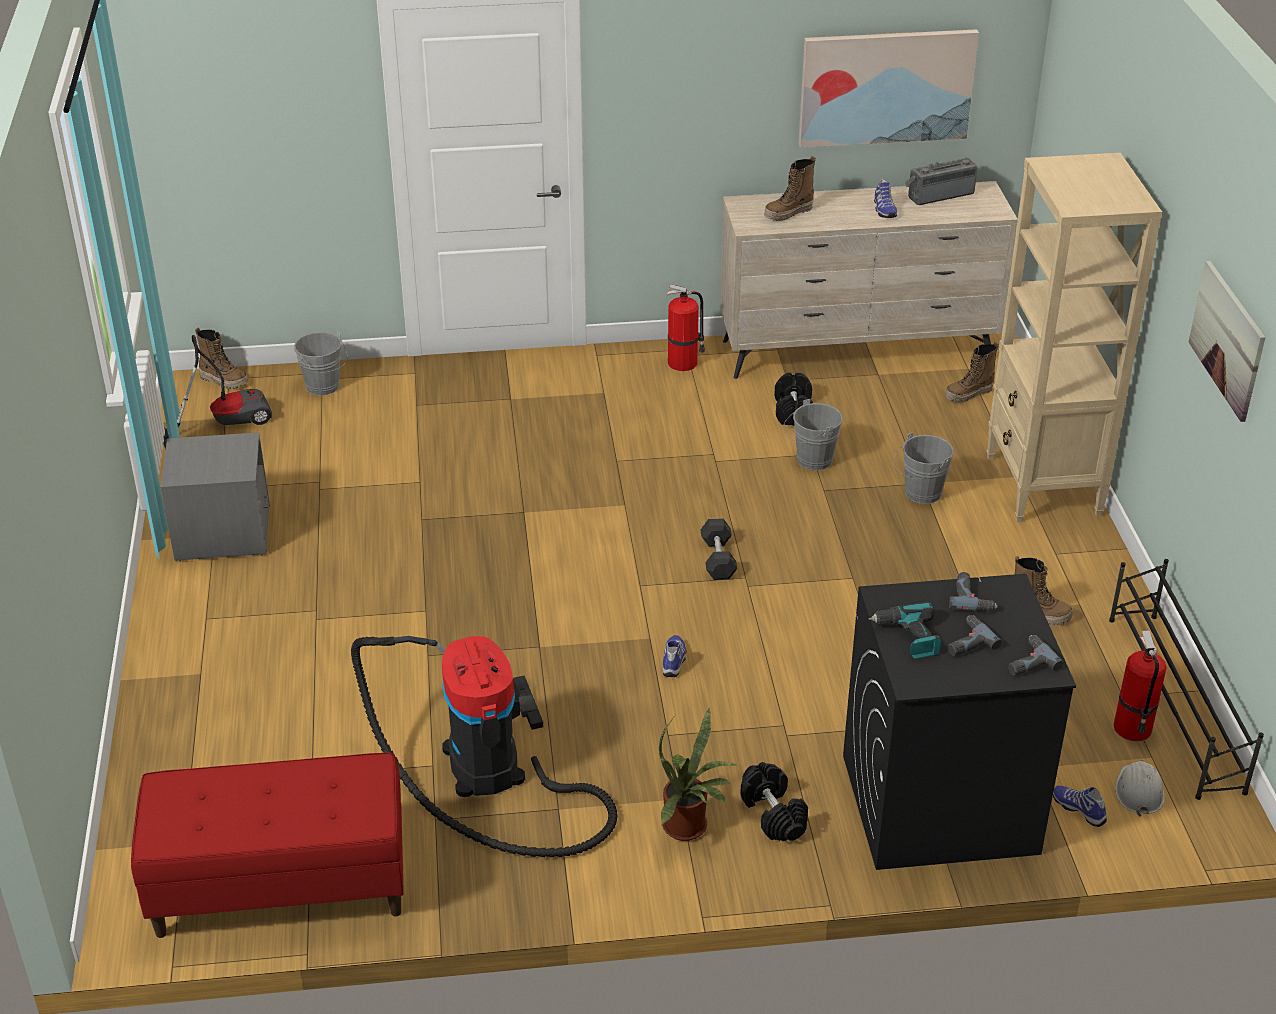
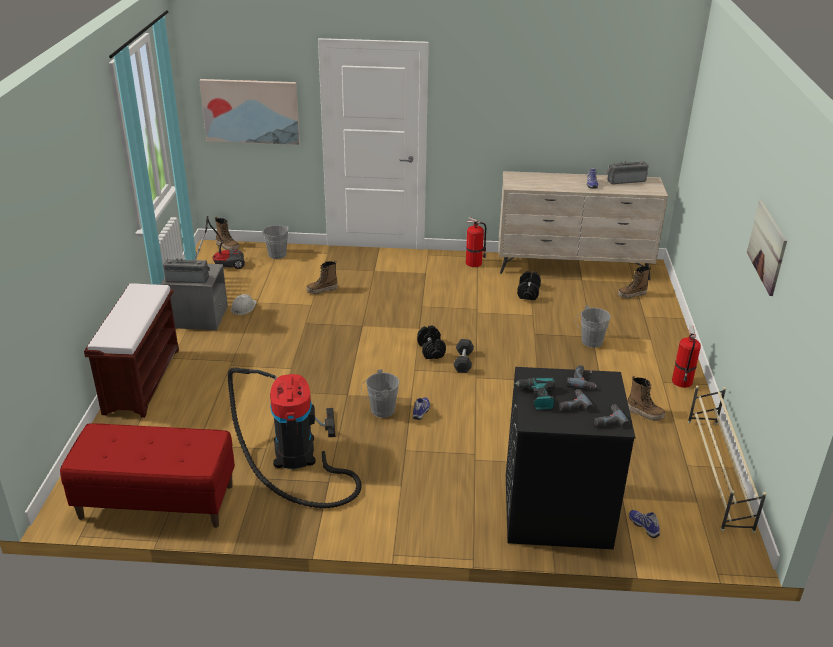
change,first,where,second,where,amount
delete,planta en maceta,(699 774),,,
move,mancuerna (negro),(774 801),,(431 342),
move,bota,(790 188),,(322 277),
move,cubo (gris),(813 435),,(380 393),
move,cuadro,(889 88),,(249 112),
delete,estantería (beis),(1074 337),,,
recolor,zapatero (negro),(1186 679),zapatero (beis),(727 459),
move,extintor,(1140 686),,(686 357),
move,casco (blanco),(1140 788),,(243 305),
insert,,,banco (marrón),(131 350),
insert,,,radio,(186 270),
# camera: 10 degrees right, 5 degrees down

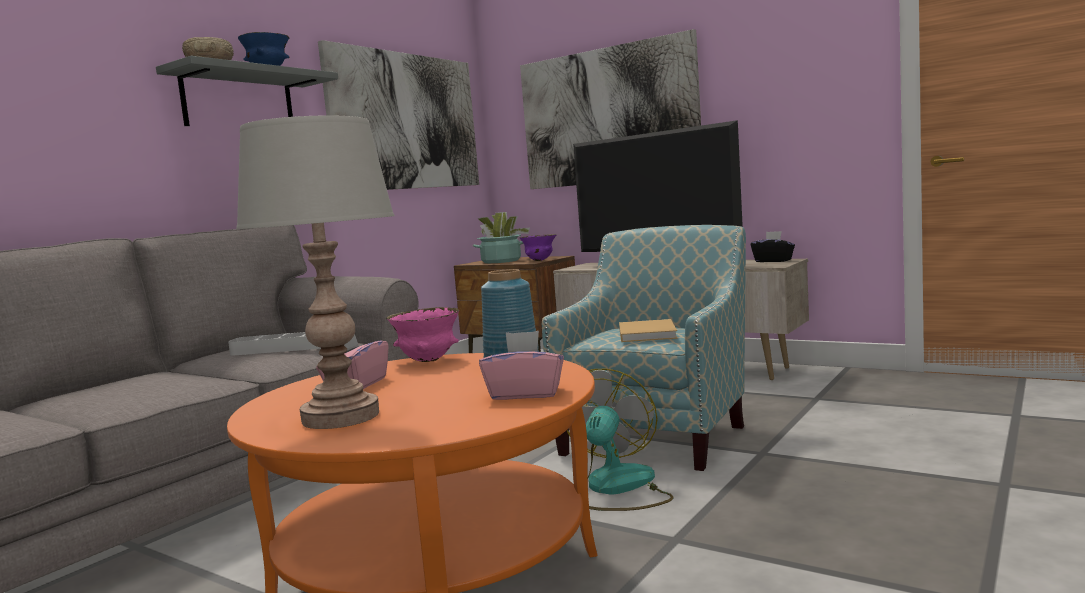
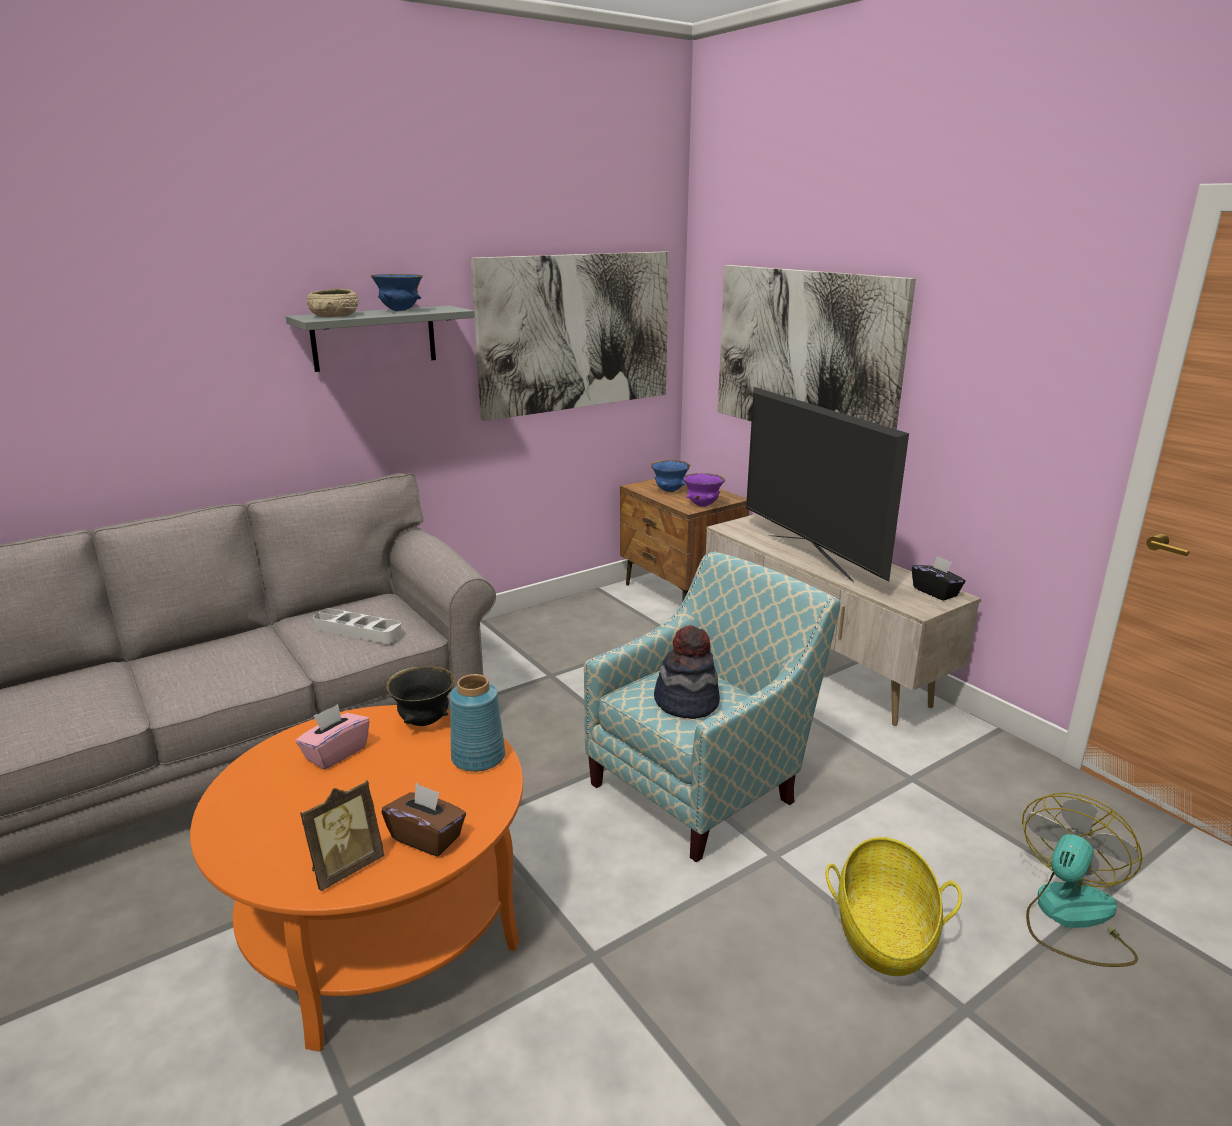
change,first,where,second,where,amount
delete,lámpara de mesa (gris),(315 272),,,
recolor,cuenco (rosa),(422 334),cuenco (negro),(420 696),
replace,planta en maceta,(501 237),cuenco (azul),(670 476),
recolor,caja de pañuelos (rosa),(521 365),caja de pañuelos (marrón),(424 819),
move,ventilador,(620 439),,(1082 880),
replace,libro (beis),(648 330),sombrero,(687 672),
insert,,,portarretratos,(342 835),
insert,,,cesta,(894 906),
# camera: 20 degrees right, 15 degrees up

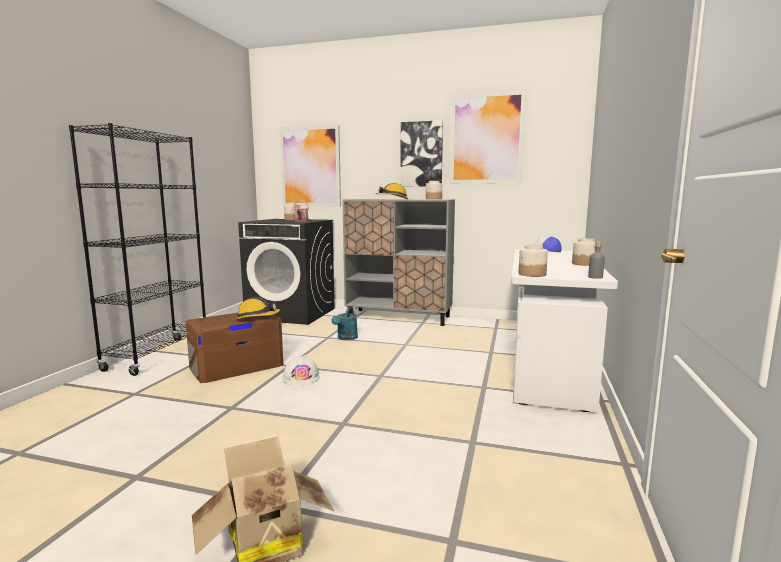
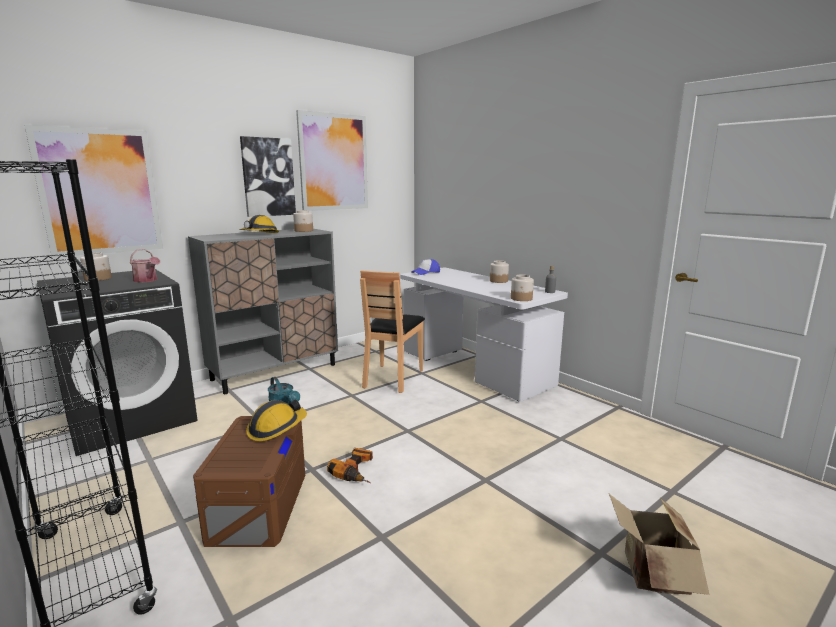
change,first,where,second,where,amount
replace,casco (blanco),(301 370),taladro,(350 465),
insert,,,silla (marrón),(392 331),
# camera: 55 degrees left, 5 degrees up

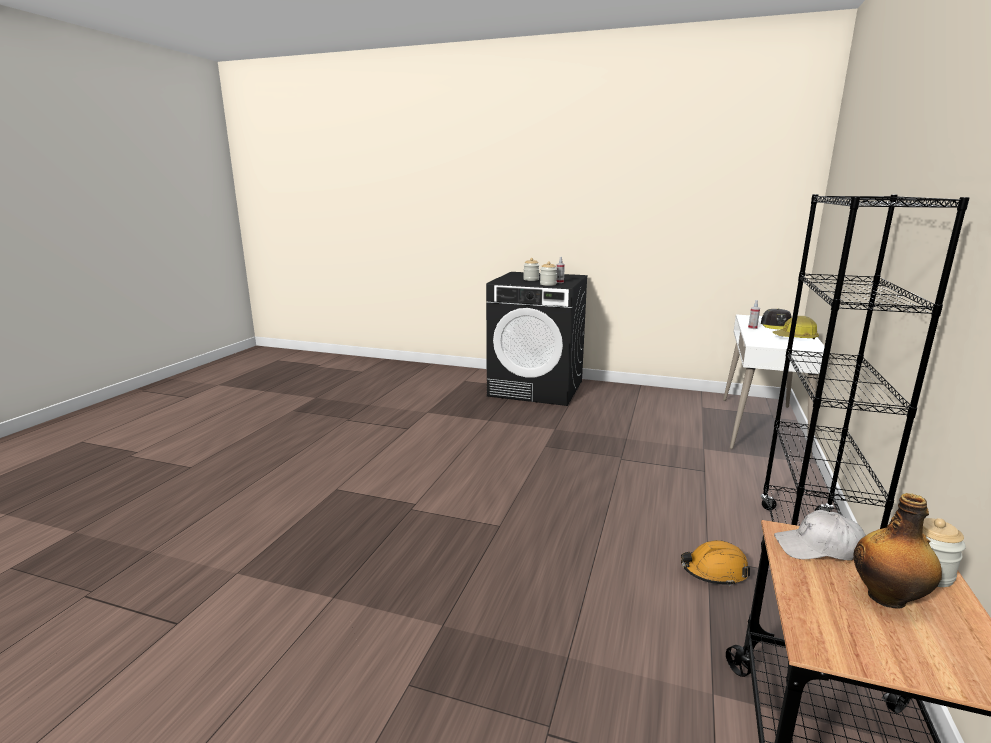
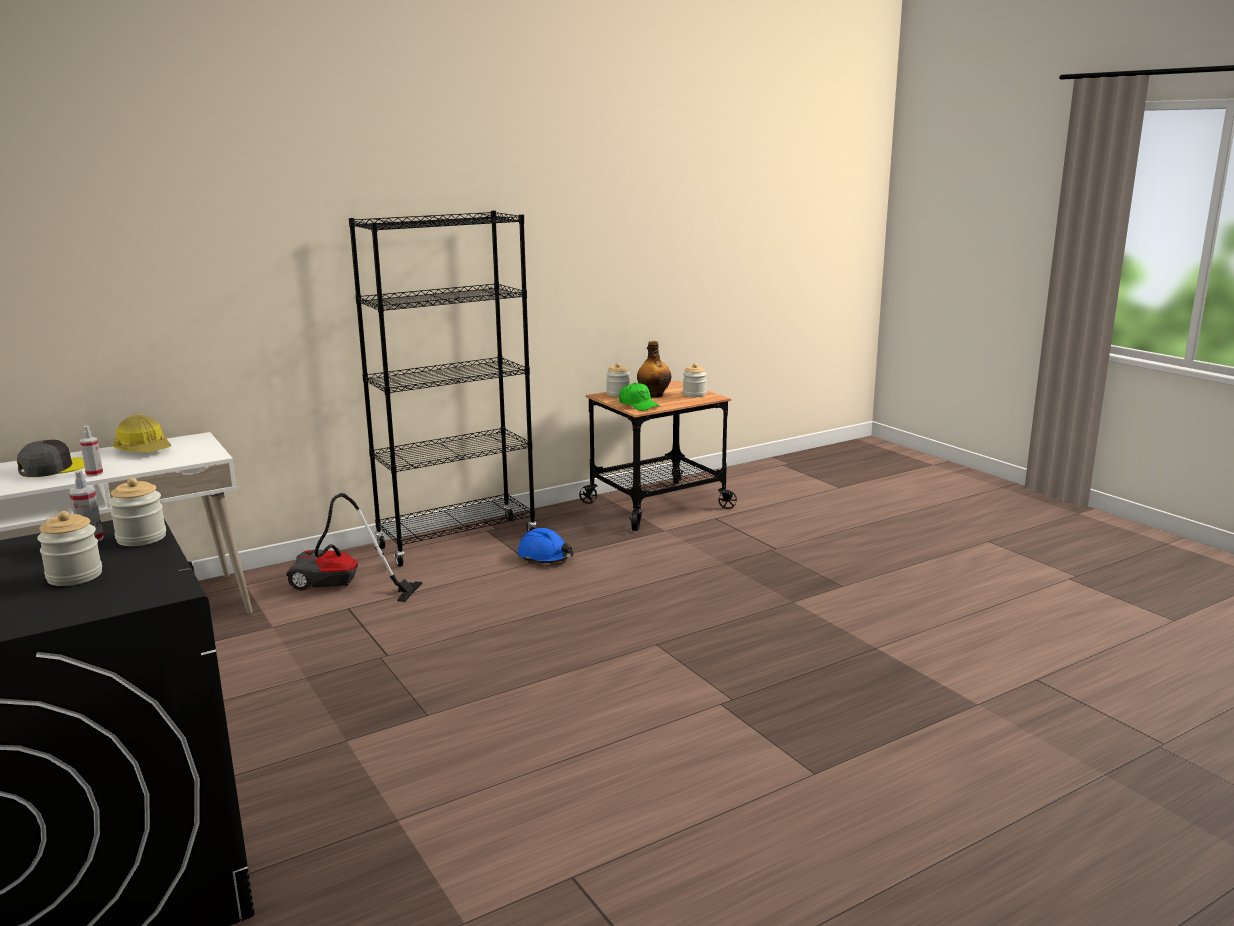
change,first,where,second,where,amount
recolor,casco (naranja),(715 563),casco (azul),(545 545),
recolor,gorra (blanco),(820 535),gorra (verde),(639 397),
insert,,,aspiradora,(354 547),
insert,,,tarro,(695 380),
# camera: 140 degrees left, 0 degrees up

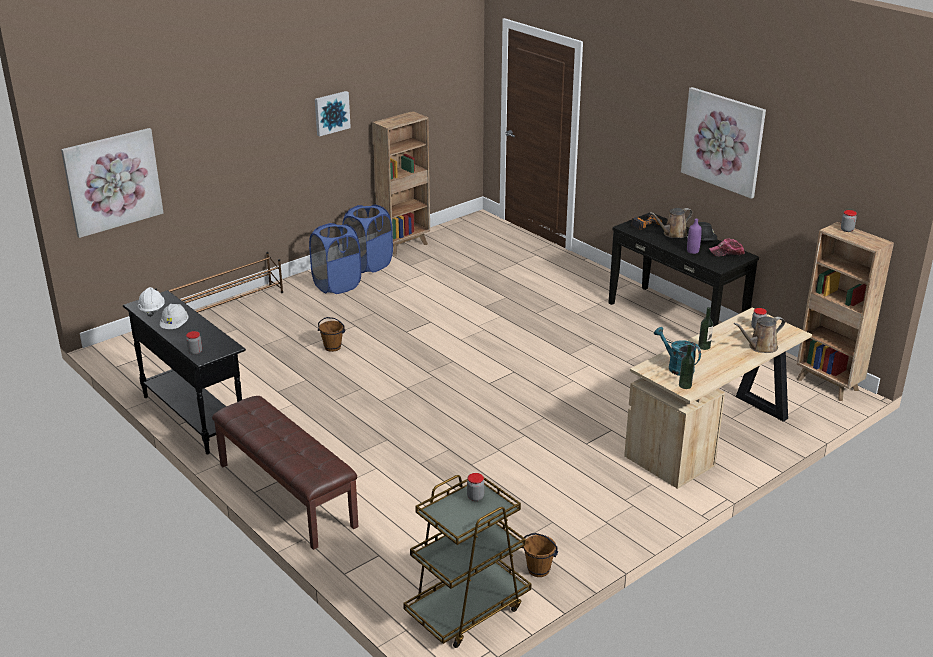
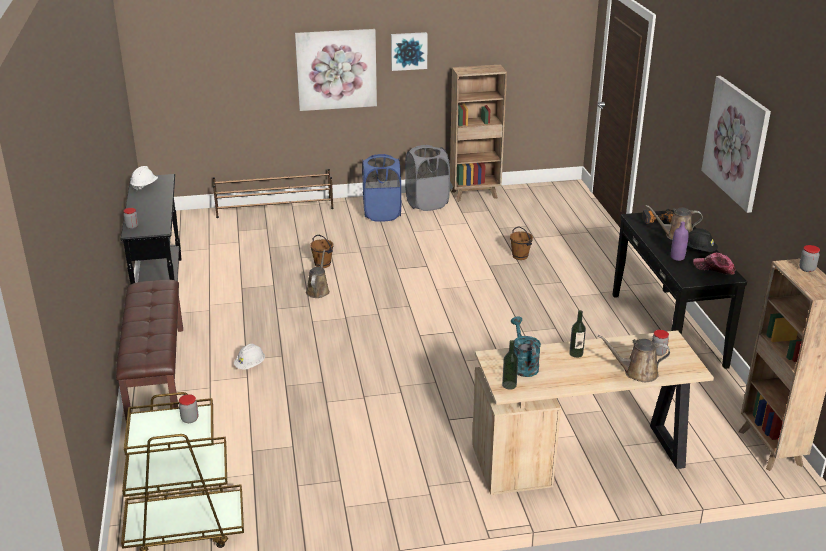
change,first,where,second,where,amount
move,cuadro,(112 183),,(336 70),
move,casco (blanco),(174 316),,(249 357),
recolor,cesto de la ropa (azul),(367 239),cesto de la ropa (gris),(427 178),
move,cubo (marrón),(540 555),,(521 243),
insert,,,regadera (marrón),(318 274),
# camera: 30 degrees right, 0 degrees up

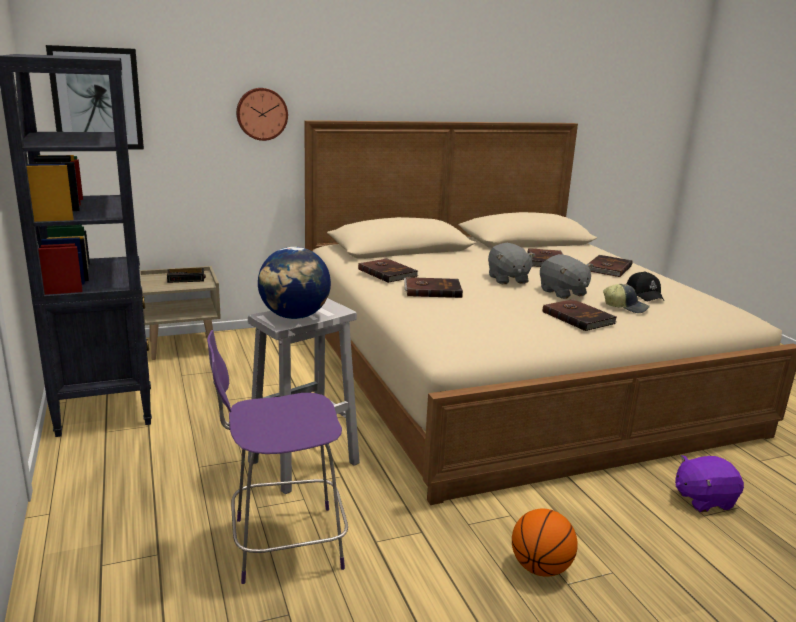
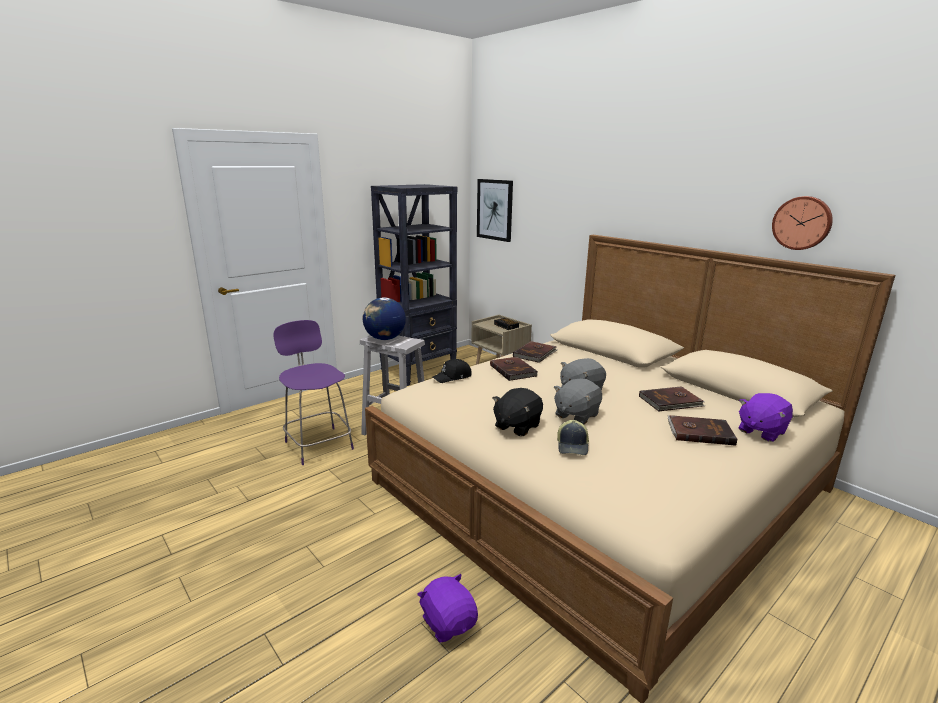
change,first,where,second,where,amount
move,reloj de pared,(262 114),,(802 223),
delete,balón de baloncesto,(545 543),,,
replace,libro (marrón),(580 315),peluche (negro),(517 412),
move,gorra (negro),(645 286),,(452 371),
insert,,,peluche (morado),(766 417),
# camera: 70 degrees right, 0 degrees up

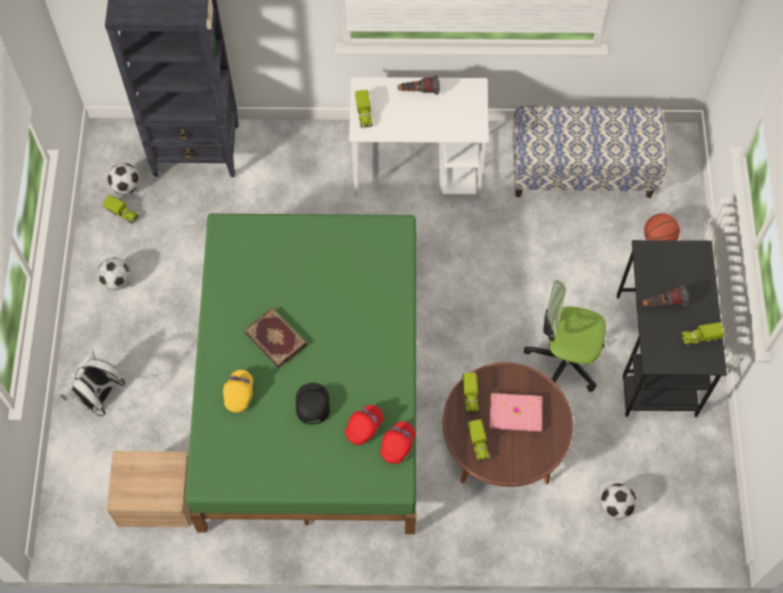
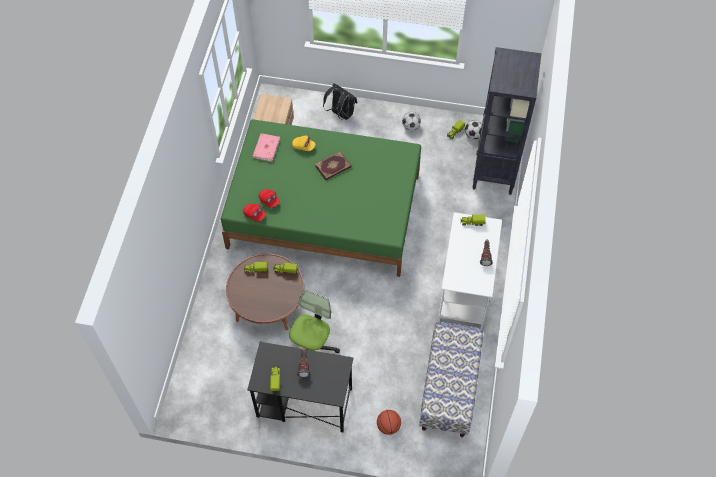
change,first,where,second,where,amount
recolor,mochila (blanco),(92 382),mochila (negro),(340 101),
delete,gorra (negro),(313 403),,,
move,libro (rosa),(516 412),,(266 147),
delete,balón de fútbol,(618 501),,,
# camera: 100 degrees right, 5 degrees down

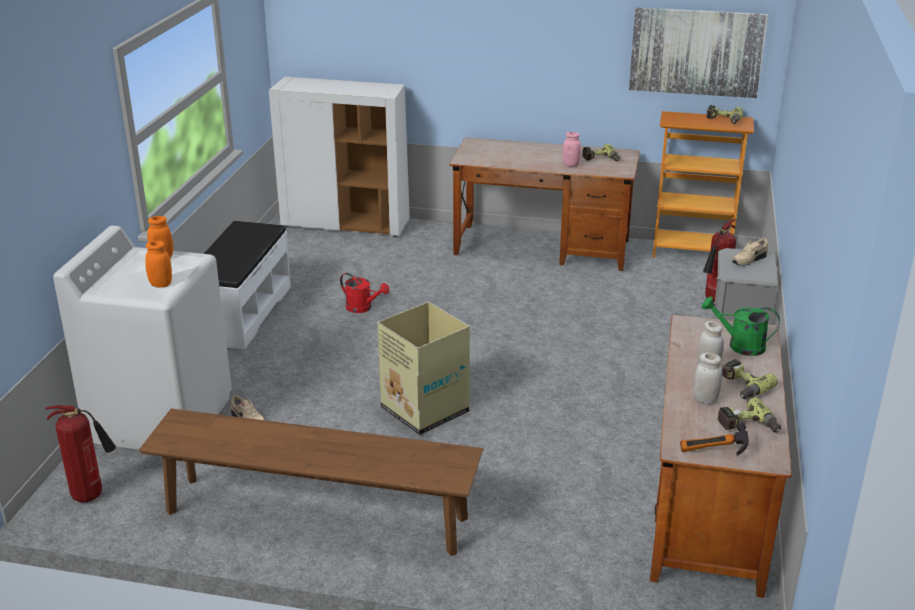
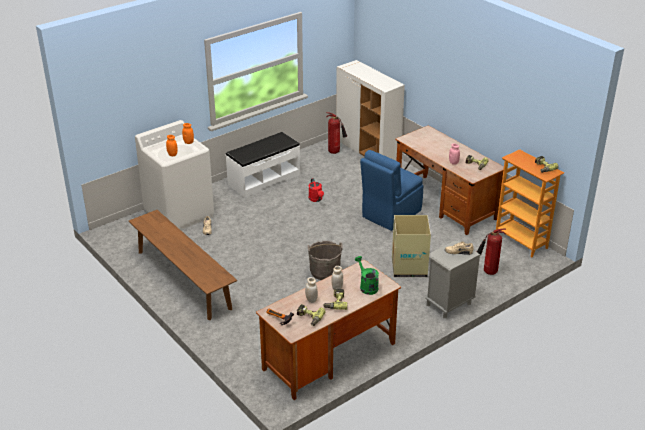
change,first,where,second,where,amount
move,extintor,(80 454),,(336 133),
move,caja de cartón,(423 368),,(411 246),
delete,cuadro,(698 52),,,
insert,,,cubo (gris),(325 260),
insert,,,silla (azul),(391 190),
# camera: 40 degrees right, 5 degrees up

